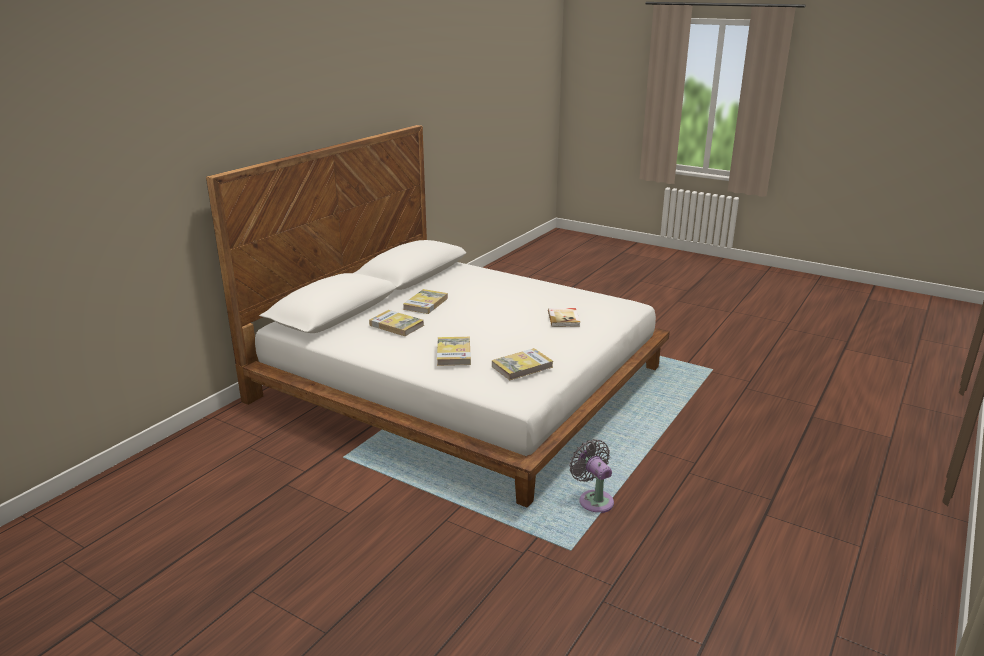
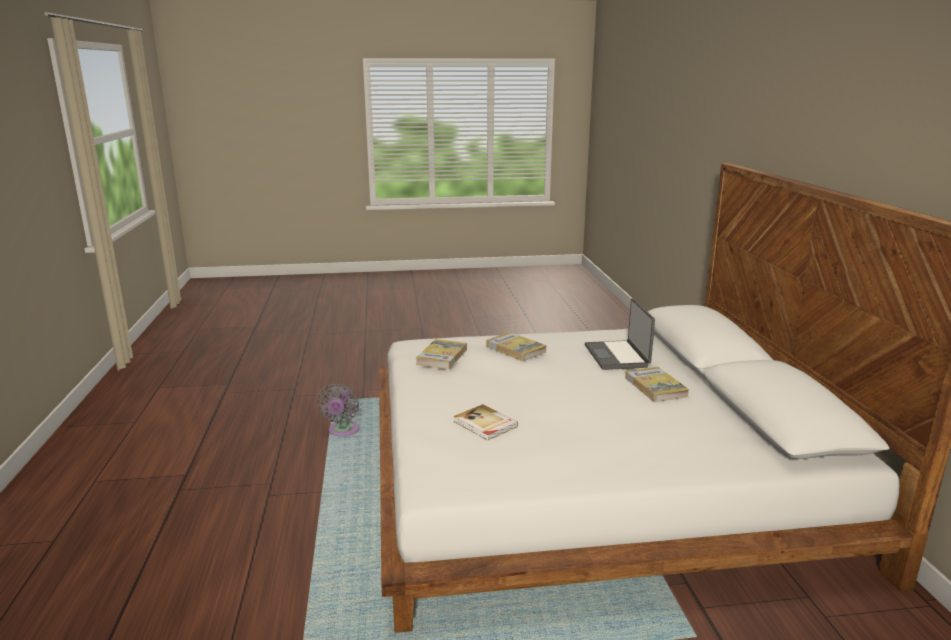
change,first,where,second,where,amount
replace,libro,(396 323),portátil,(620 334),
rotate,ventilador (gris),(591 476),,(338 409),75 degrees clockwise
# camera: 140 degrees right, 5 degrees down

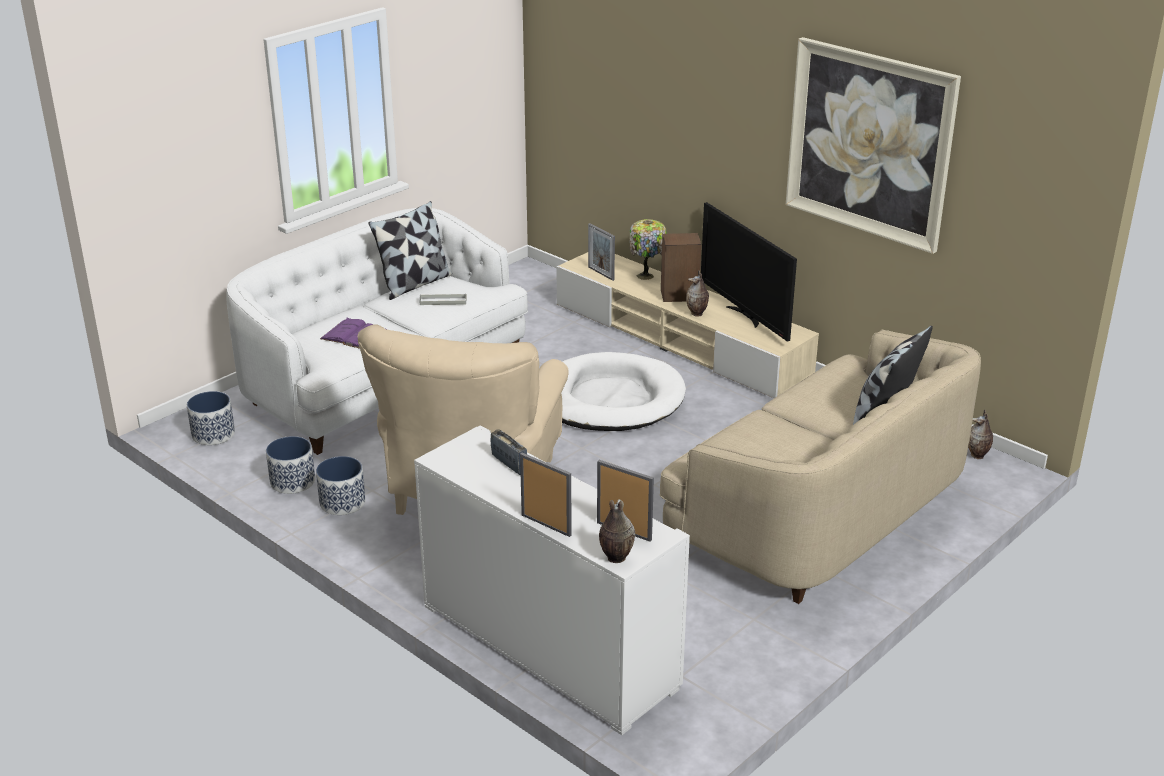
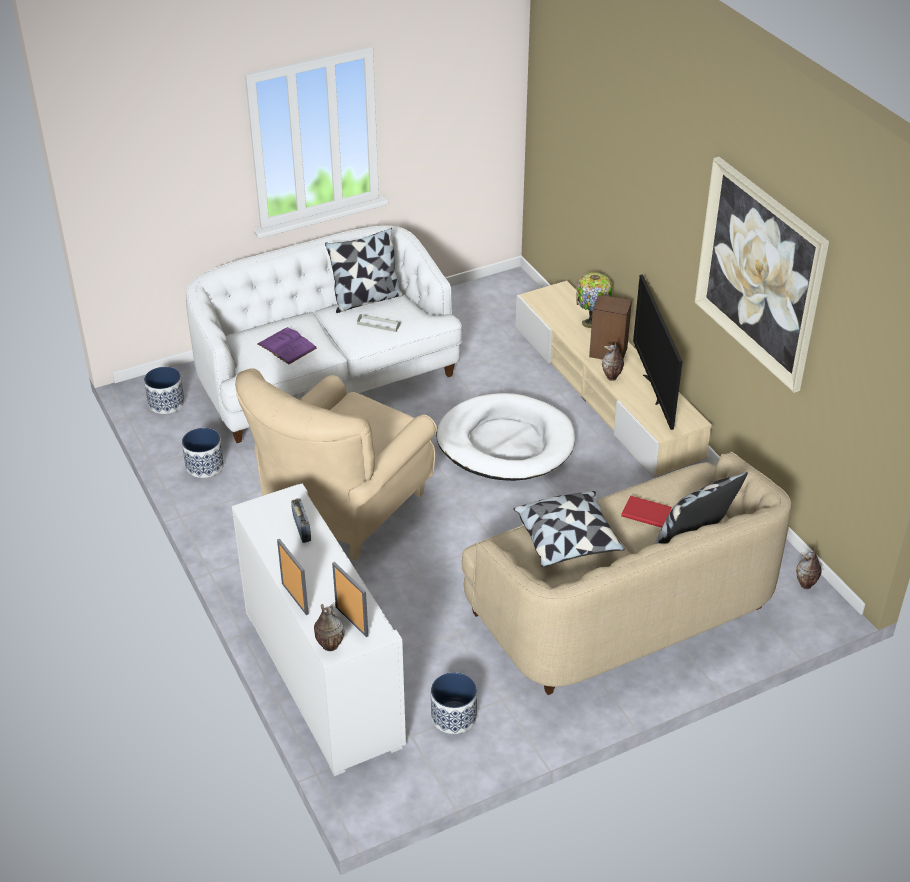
change,first,where,second,where,amount
move,maceta,(341 485),,(454 703),
delete,portarretratos,(601 252),,,
insert,,,cojín,(569 529),
insert,,,libro (rojo),(646 512),
# camera: 20 degrees right, 10 degrees up

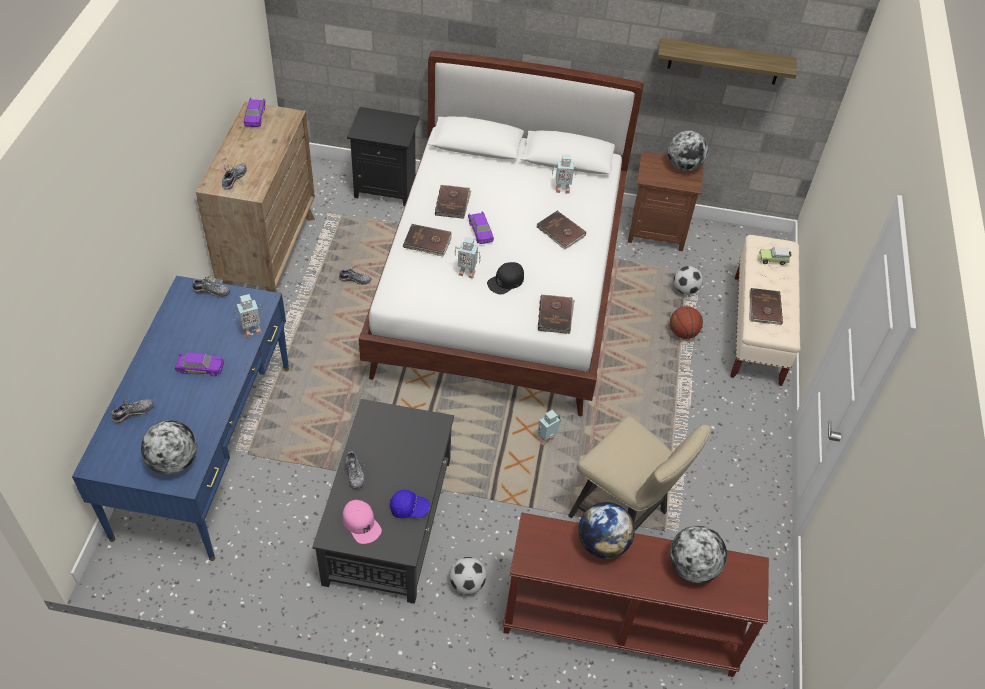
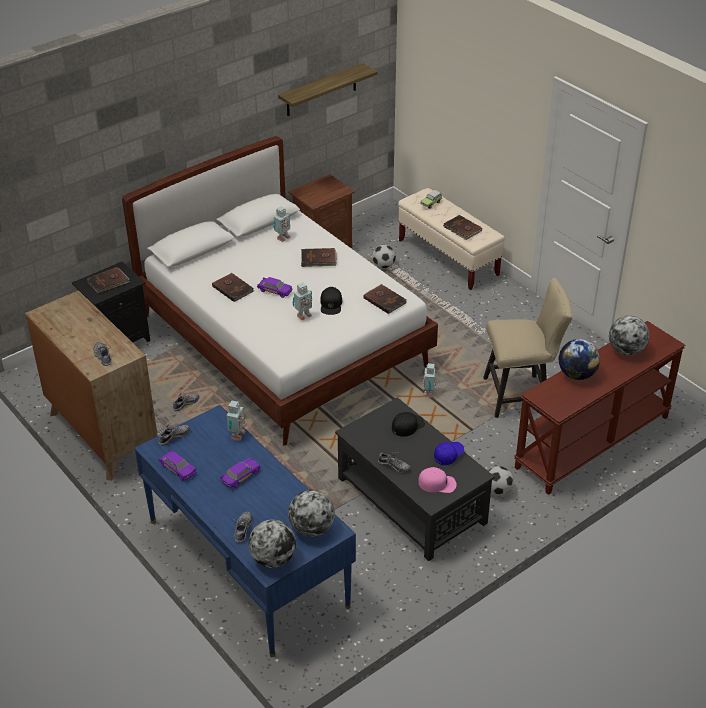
change,first,where,second,where,amount
move,coche de juguete (morado),(254 112),,(178 465),
move,libro (marrón),(427 240),,(108 280),
move,globo terráqueo,(688 150),,(272 544),
delete,balón de baloncesto,(686 322),,,
insert,,,gorra (negro),(408 424),
# camera: 45 degrees left, 10 degrees down

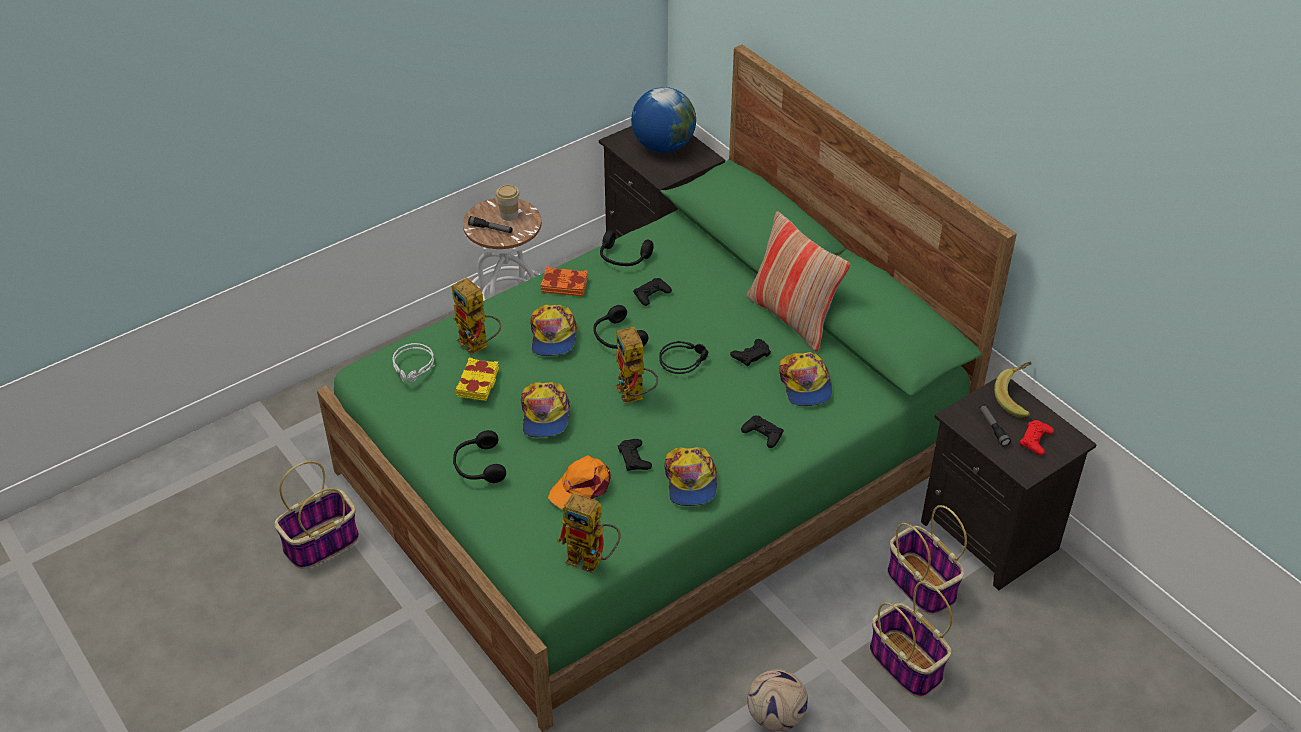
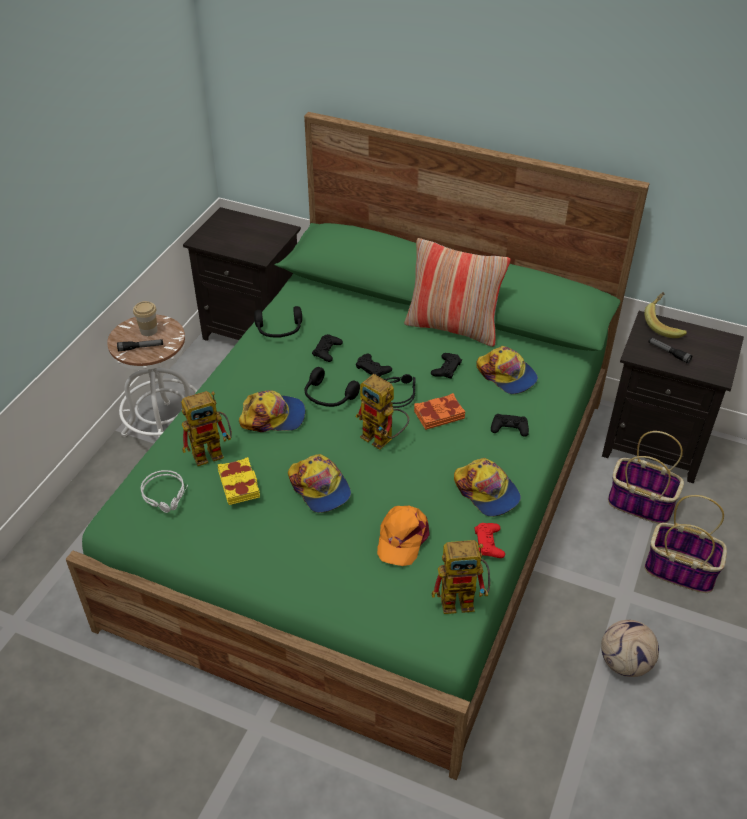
change,first,where,second,where,amount
delete,cesta,(316 515),,,
rotate,robot de juguete,(476 316),,(206 428),45 degrees counterclockwise
delete,auriculares (negro),(479 456),,,
rotate,gorra,(553 330),,(272 411),60 degrees counterclockwise
move,libro (naranja),(564 282),,(440 411),
move,mando de consola (negro),(635 455),,(374 365),
delete,globo terráqueo,(663 120),,,
move,mando de consola (rojo),(1037 437),,(490 540),
# camera: 30 degrees left, 0 degrees up

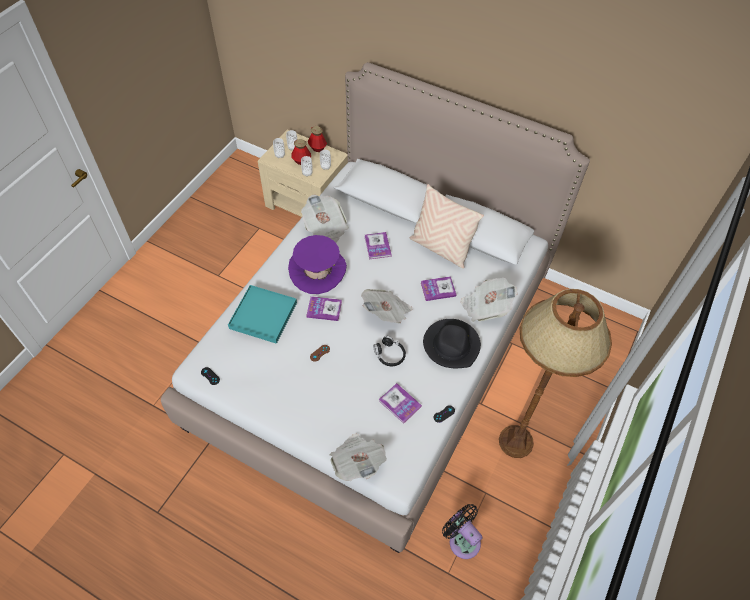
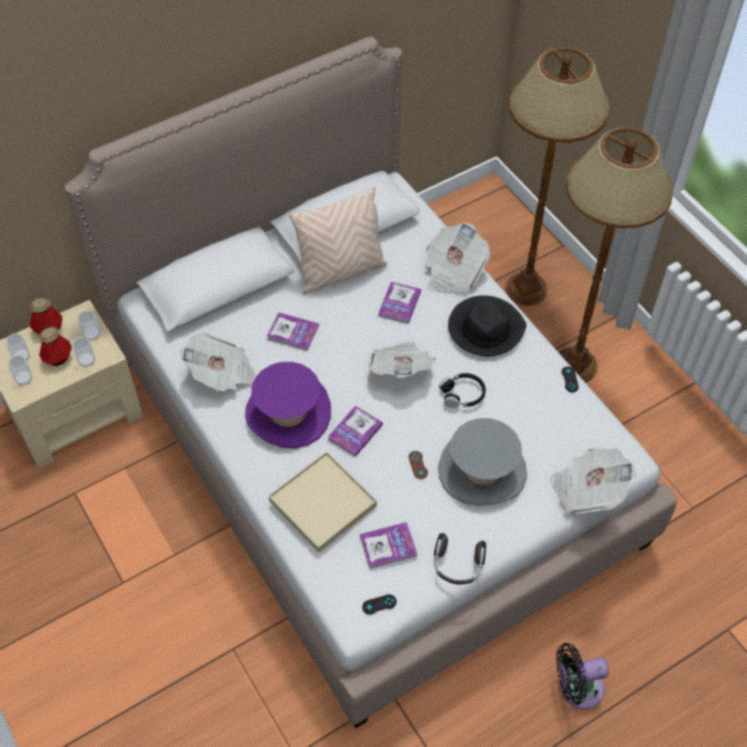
change,first,where,second,where,amount
recolor,bandeja (turquesa),(262 314),bandeja (beis),(323 502),
move,libro,(400 403),,(388 545),
move,ventilador (negro),(462 531),,(582 676),
insert,,,auriculares,(460 558),
insert,,,sombrero (gris),(482 461),
insert,,,lámpara de pie (marrón),(558 176),
# camera: 60 degrees left, 0 degrees up

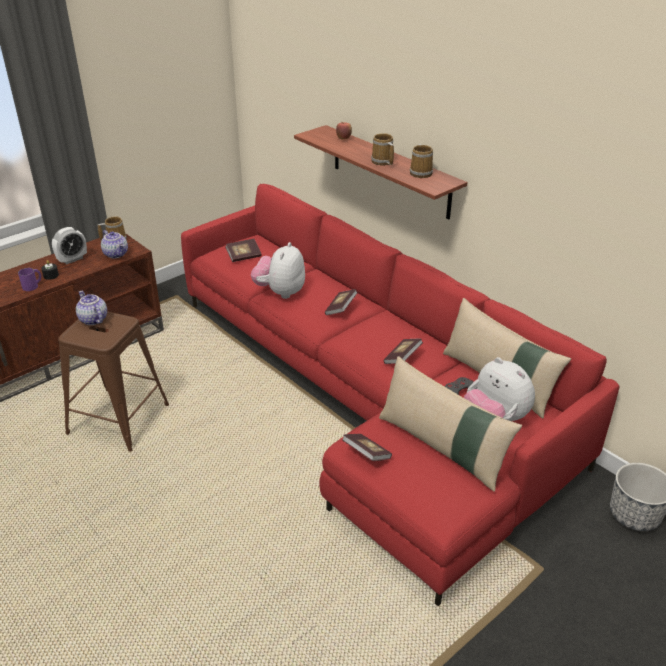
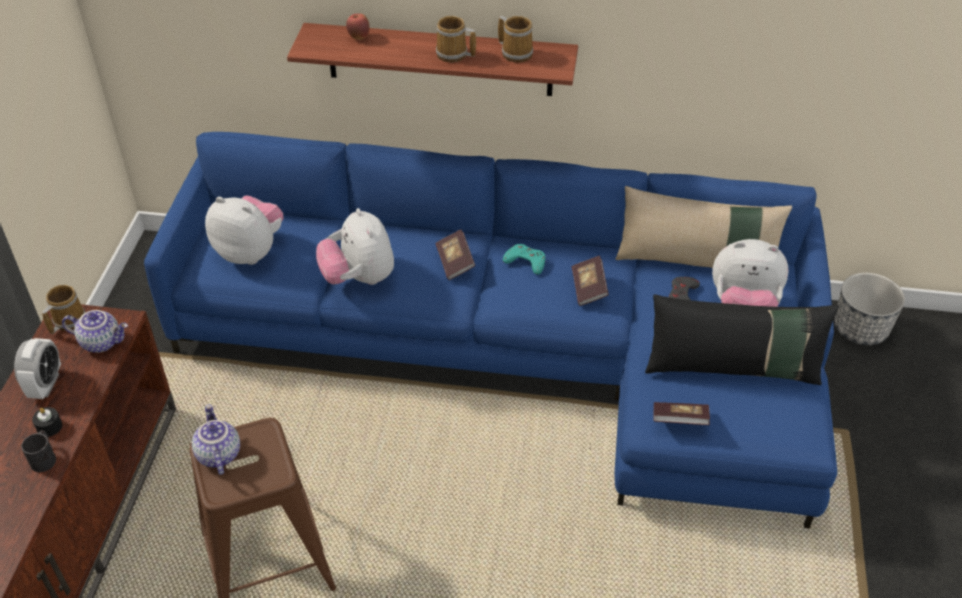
change,first,where,second,where,amount
recolor,taza grande (morado),(29 279),taza grande (negro),(38 451),
rotate,tetera,(91 308),,(216 439),60 degrees clockwise
recolor,sofá (rojo),(400 395),sofá (azul),(490 330),
replace,libro,(243 250),peluche,(244 230),
recolor,cojín (beis),(450 424),cojín (negro),(742 339),
insert,,,mando de consola (turquesa),(524 259),
# camera: 40 degrees left, 10 degrees up

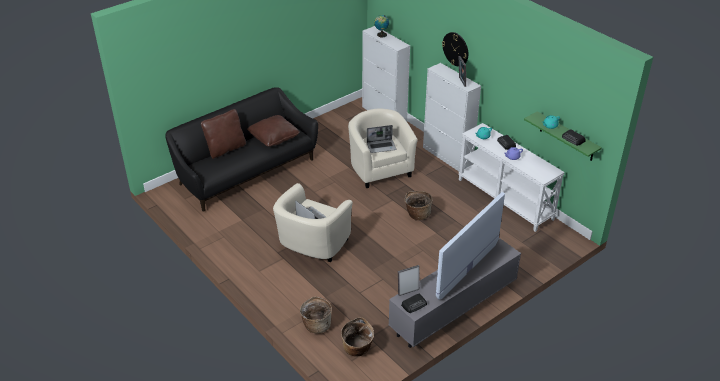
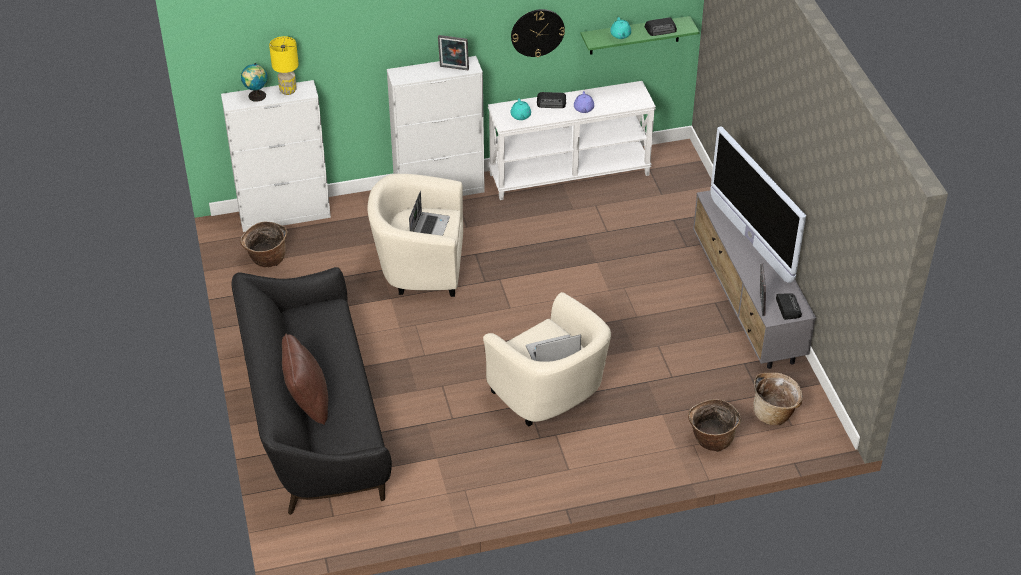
change,first,where,second,where,amount
delete,cojín (marrón),(273 131),,,
move,cesta,(419 206),,(263 244),
move,reloj de pared,(455 49),,(538 33),
insert,,,lámpara de mesa (amarillo),(284 65),
# camera: 65 degrees left, 5 degrees up

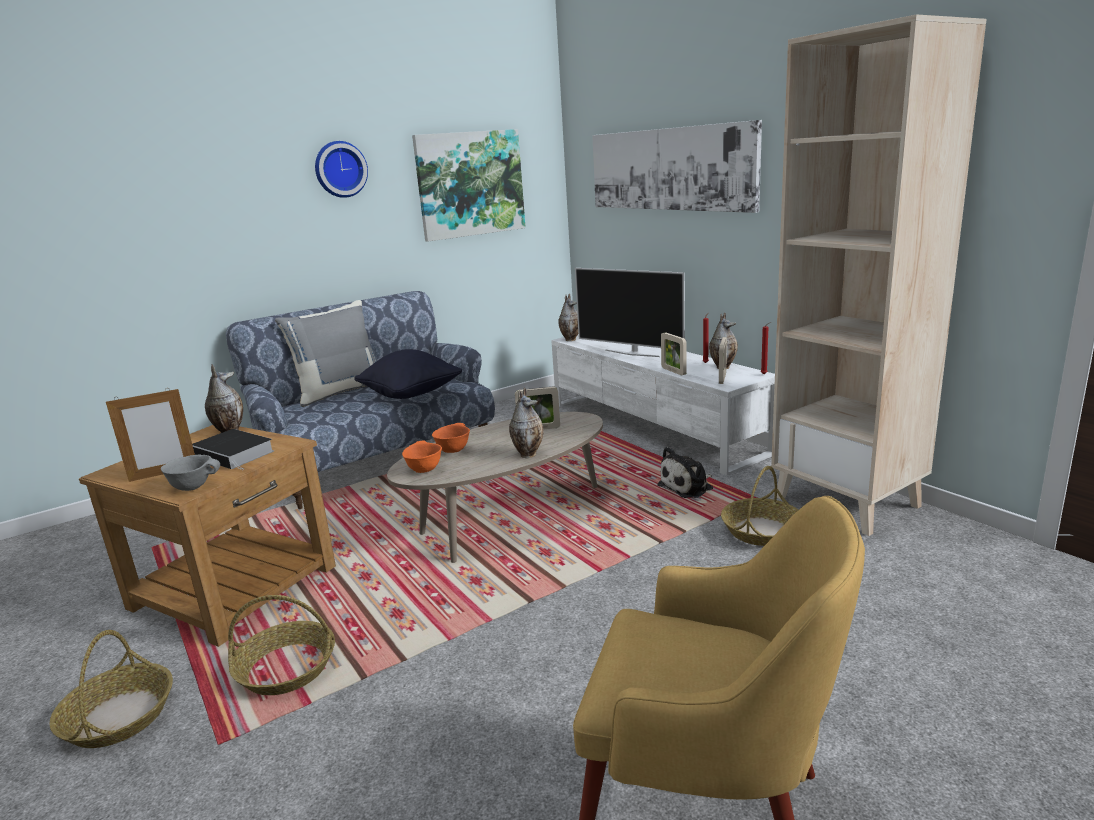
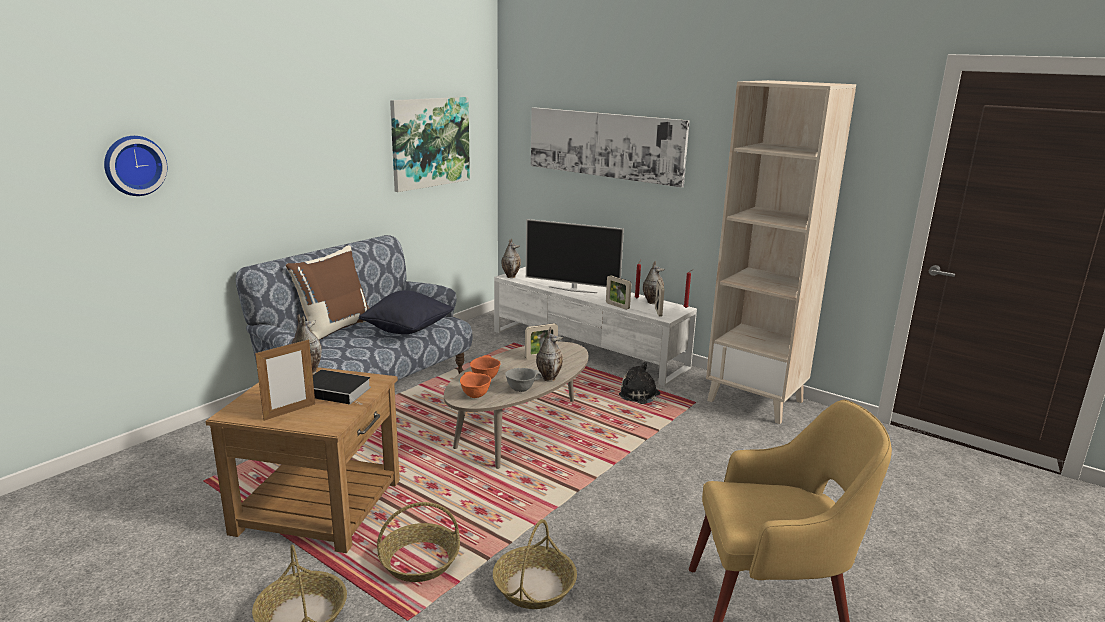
change,first,where,second,where,amount
move,cuenco (gris),(190 472),,(523 380),
recolor,cojín (gris),(326 353),cojín (marrón),(327 292),
move,reloj de pared,(341 169),,(135 166),
rotate,peluche,(685 472),,(642 383),90 degrees clockwise
move,cesta,(759 506),,(535 564),
# camera: 20 degrees left, 0 degrees up

